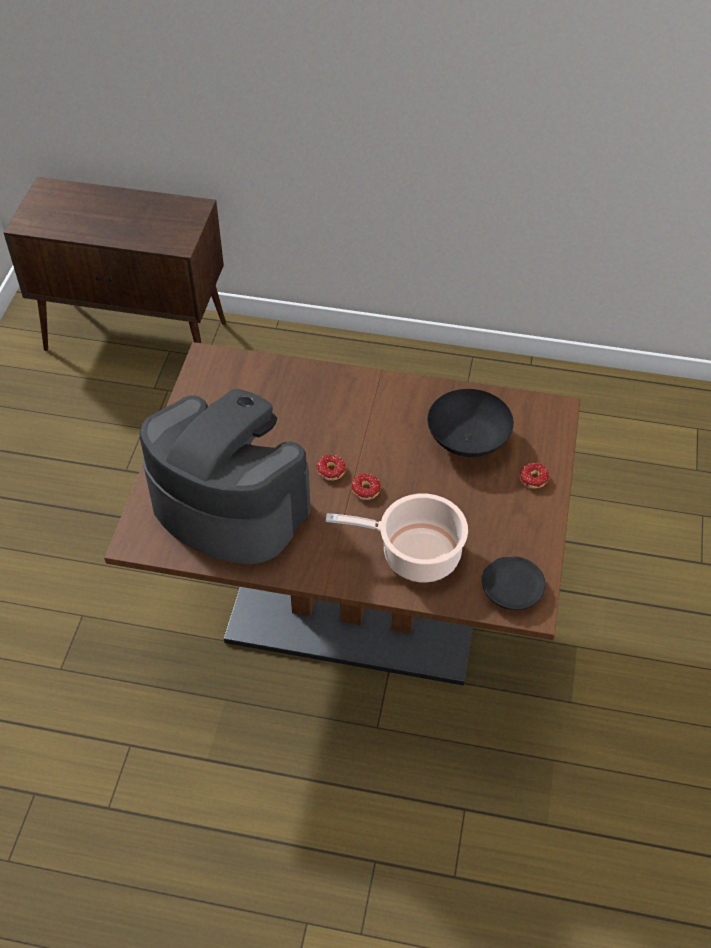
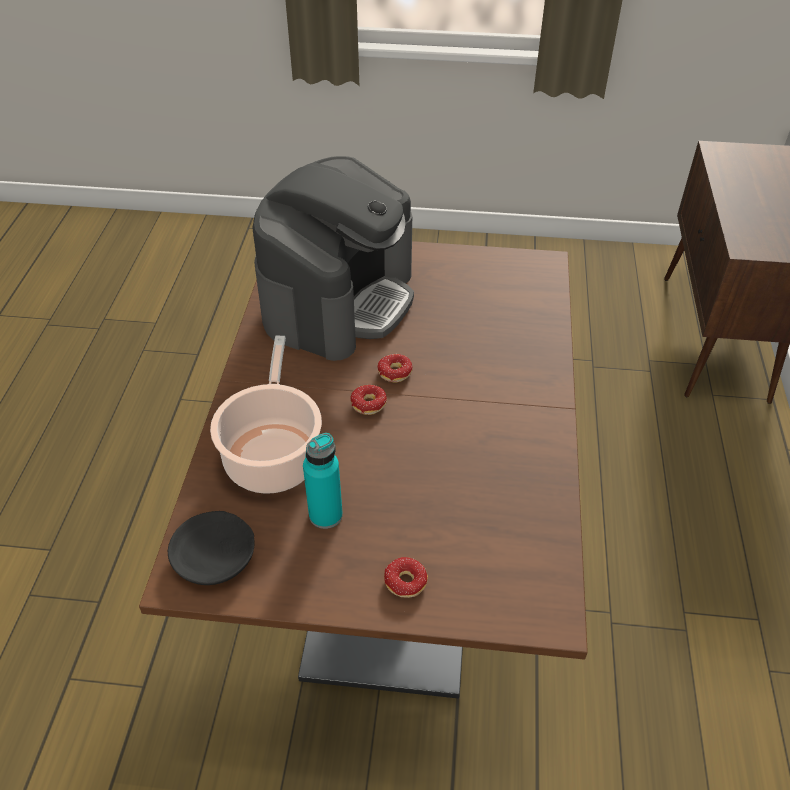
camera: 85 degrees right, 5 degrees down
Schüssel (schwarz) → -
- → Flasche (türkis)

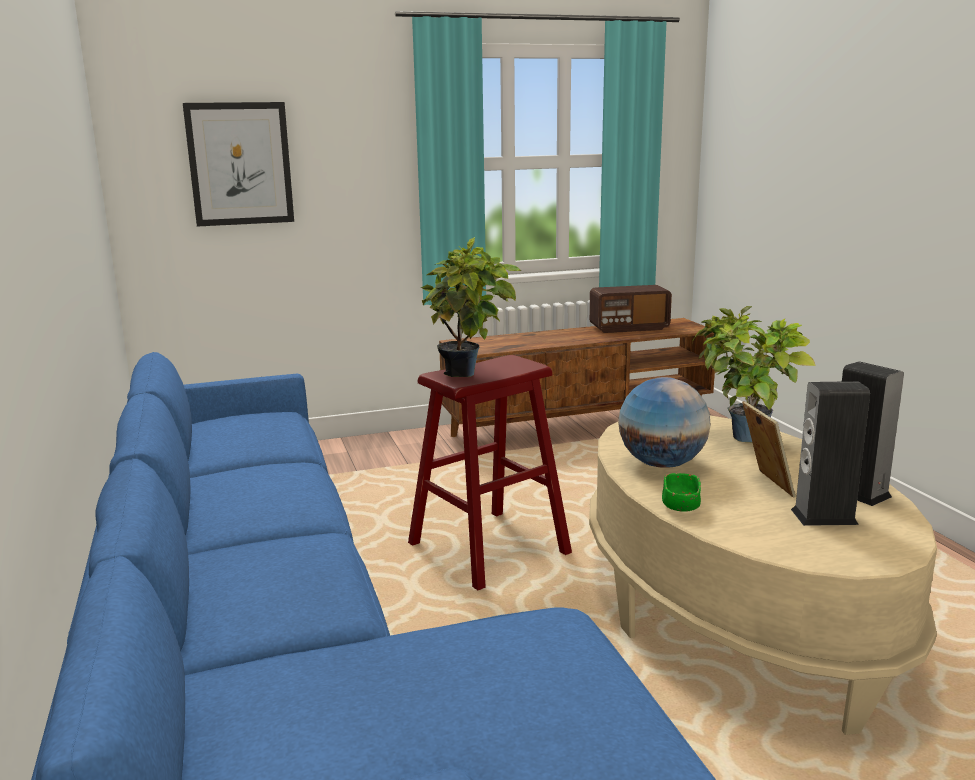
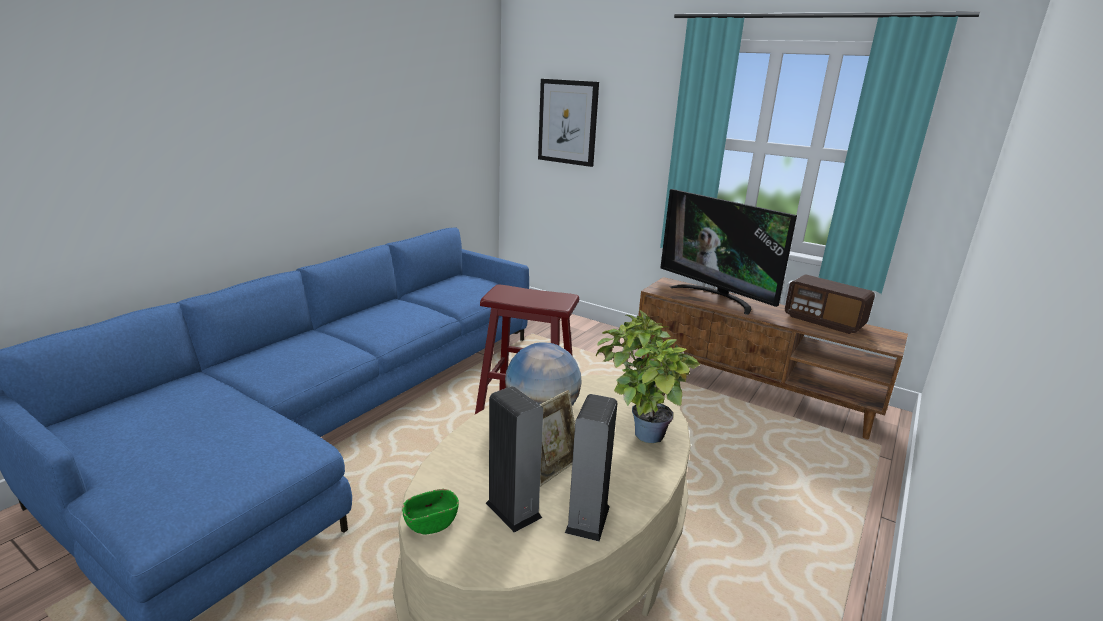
camera: 50 degrees right, 5 degrees up
Topfpflanze (1st from left) → -
Schüssel (grün), move
- → Fernseher

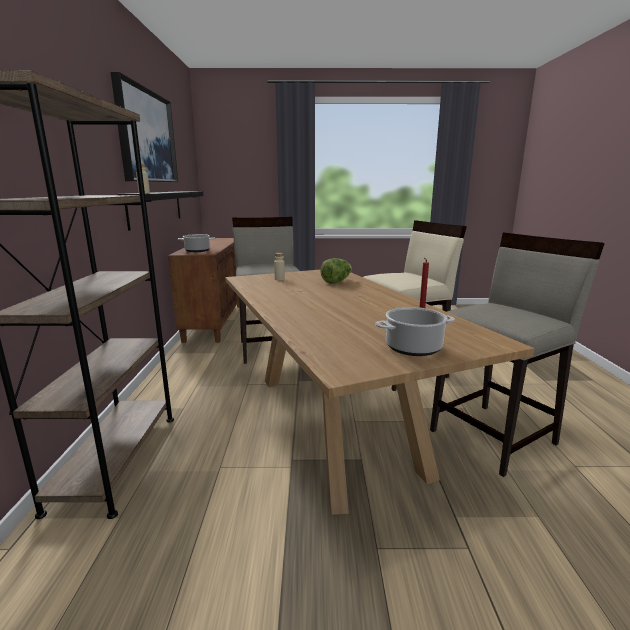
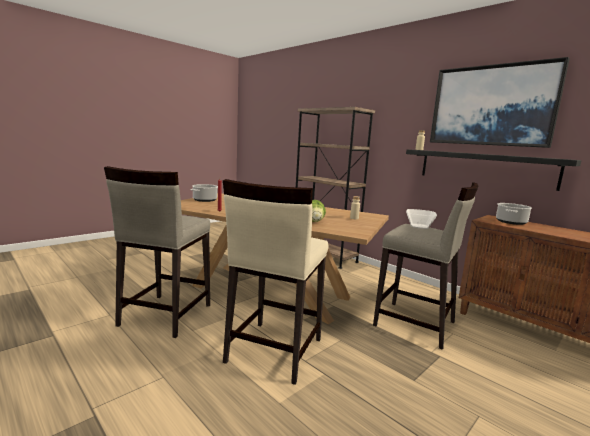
camera: 135 degrees right, 5 degrees down
- → Schüssel

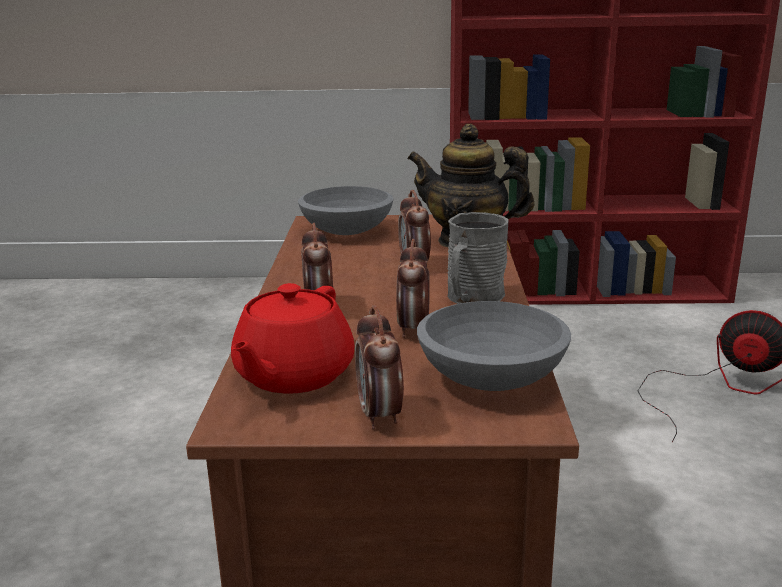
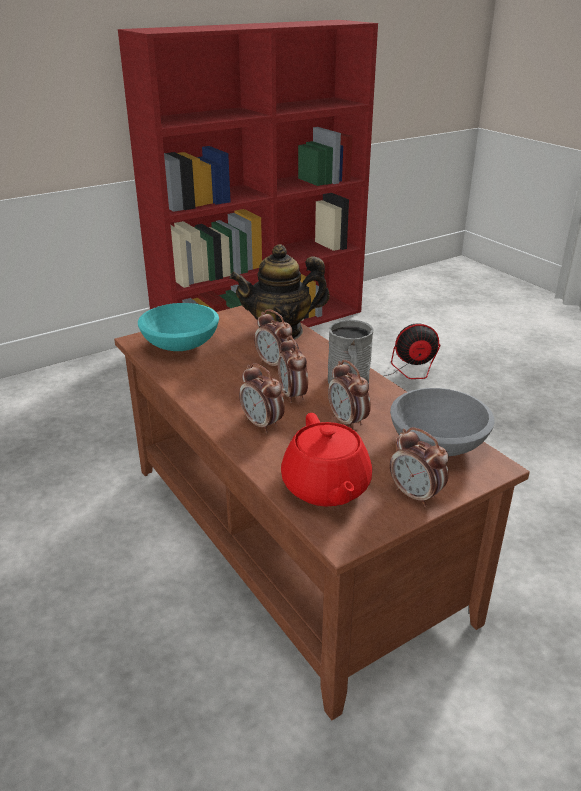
camera: 35 degrees left, 10 degrees up
Schüssel (grau) (1st from left) → Schüssel (türkis)
- → Wecker (3rd from left)

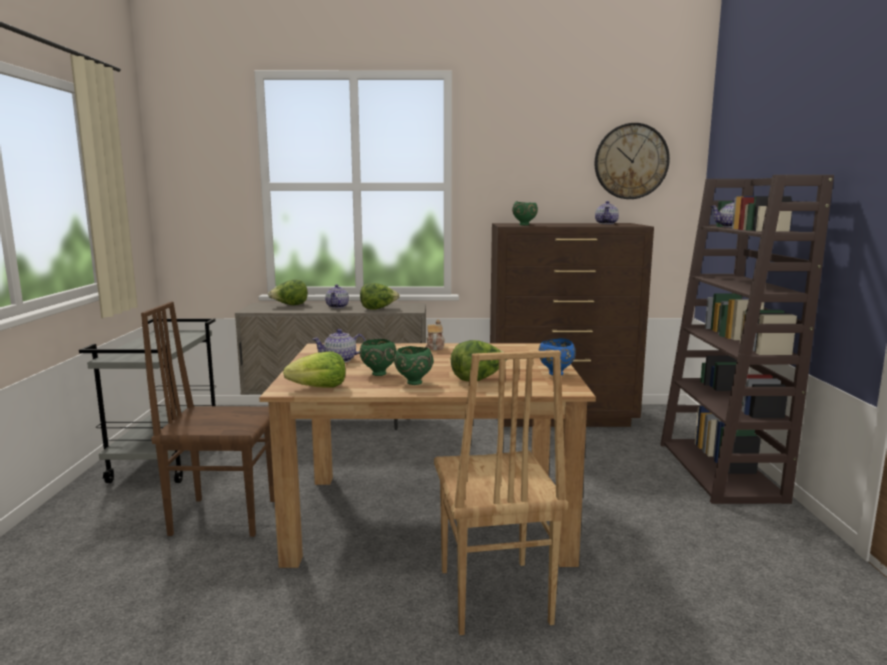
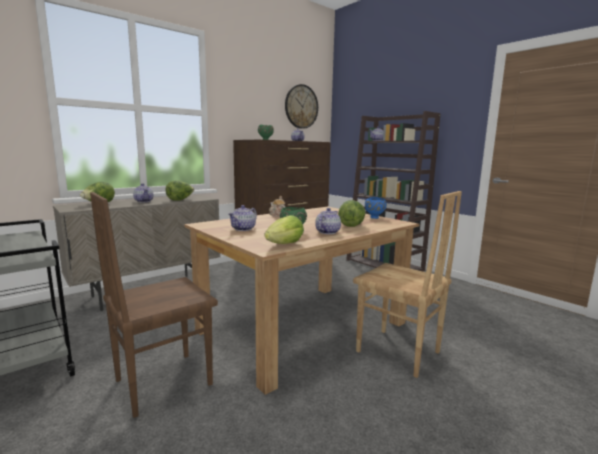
camera: 40 degrees left, 0 degrees up
Schüssel (grün) (2nd from left) → Teekanne (5th from left)

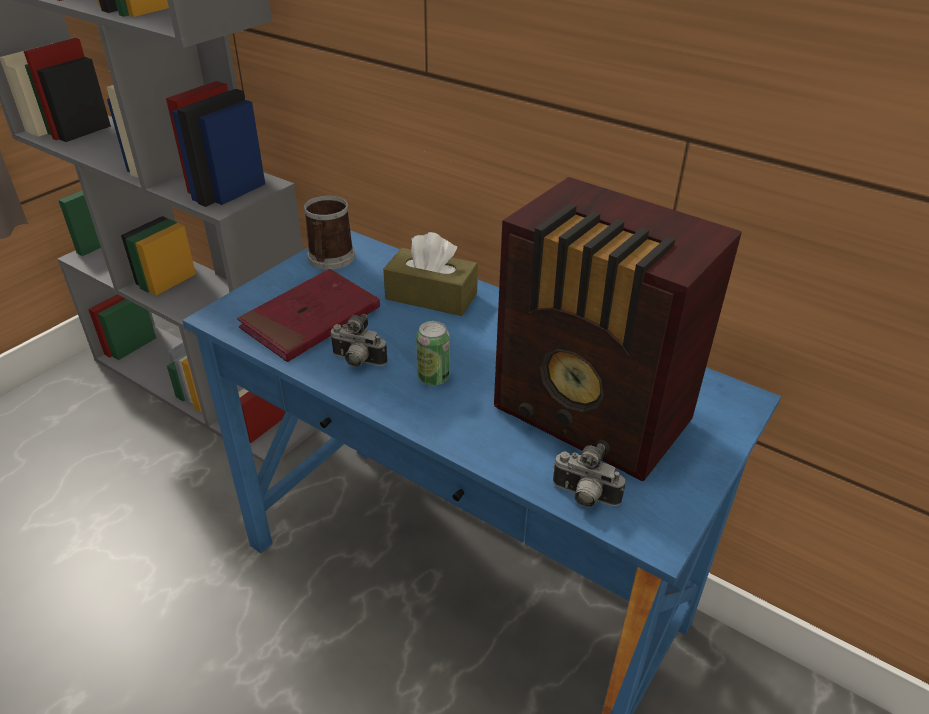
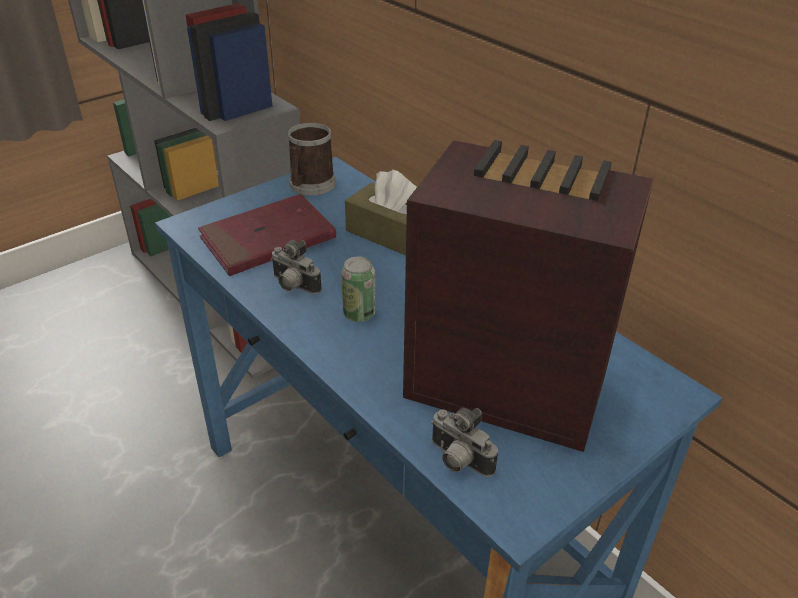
camera: 15 degrees right, 0 degrees up
Radio, 150 degrees clockwise

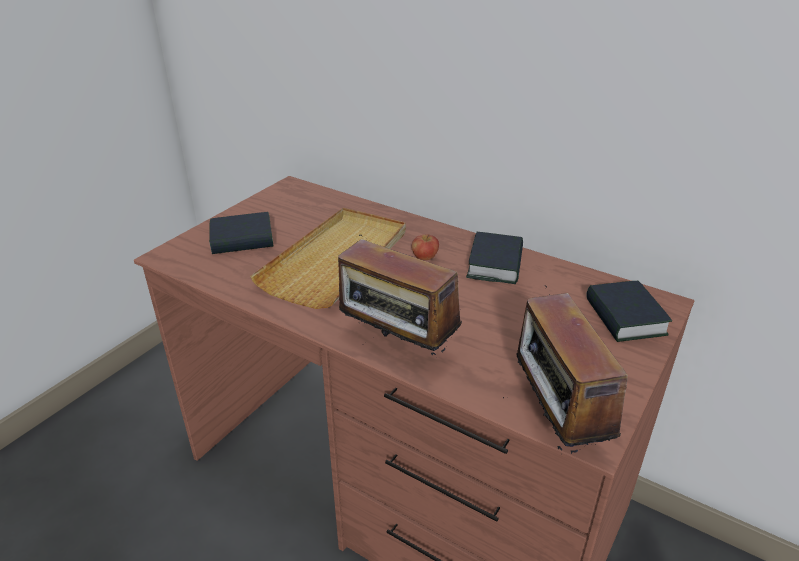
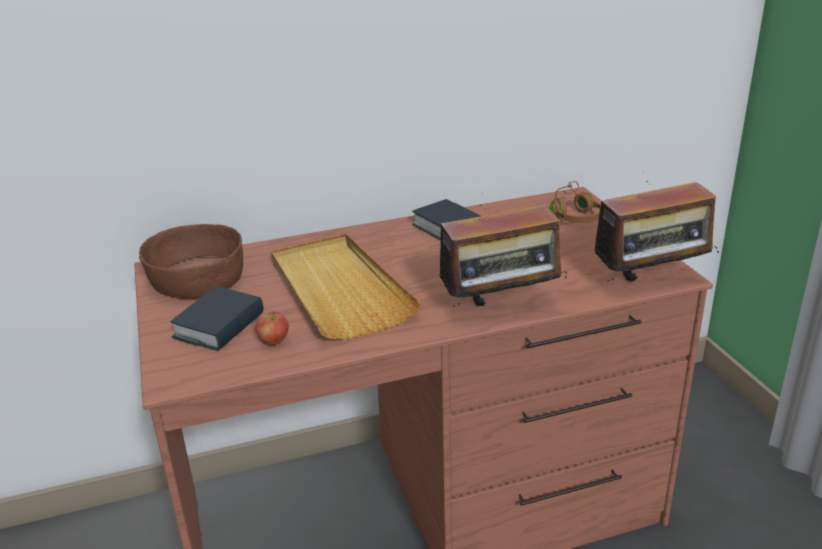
camera: 50 degrees left, 5 degrees down
Apfel, move
Radio (2nd from left), 45 degrees counterclockwise
Buch (3rd from left) → Kopfhörer (braun)
- → Schüssel (braun)

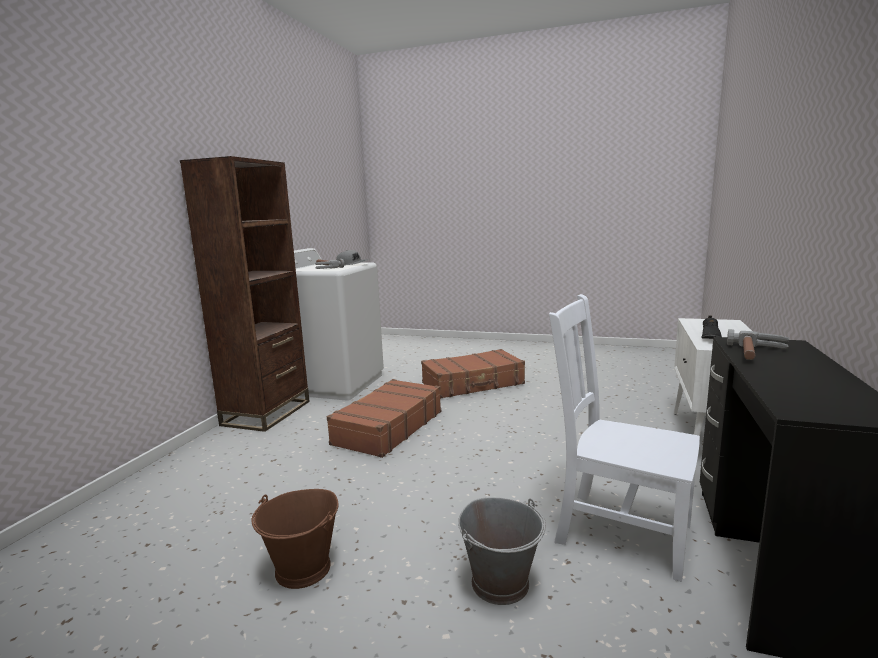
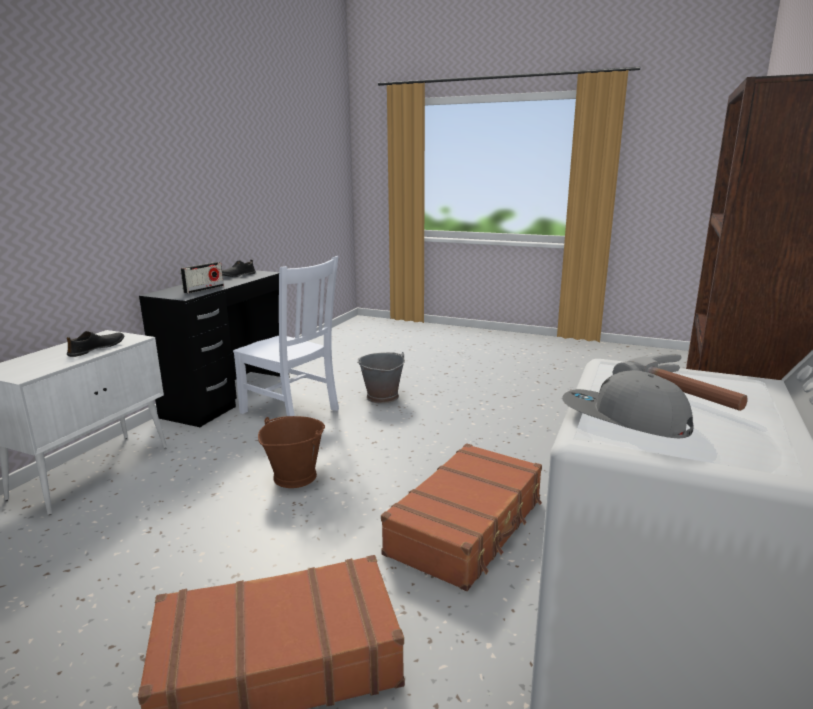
camera: 175 degrees left, 5 degrees up
Eimer (braun), move
Hammer (2nd from left) → Radio
- → Schuh (schwarz) (2nd from left)

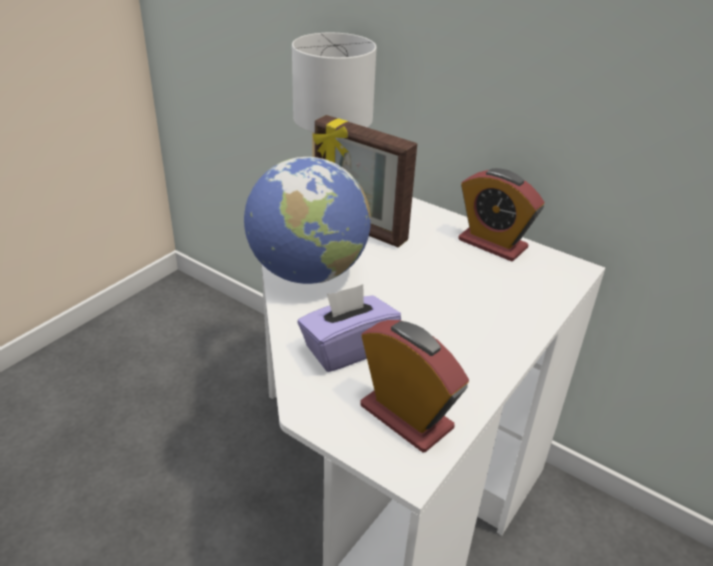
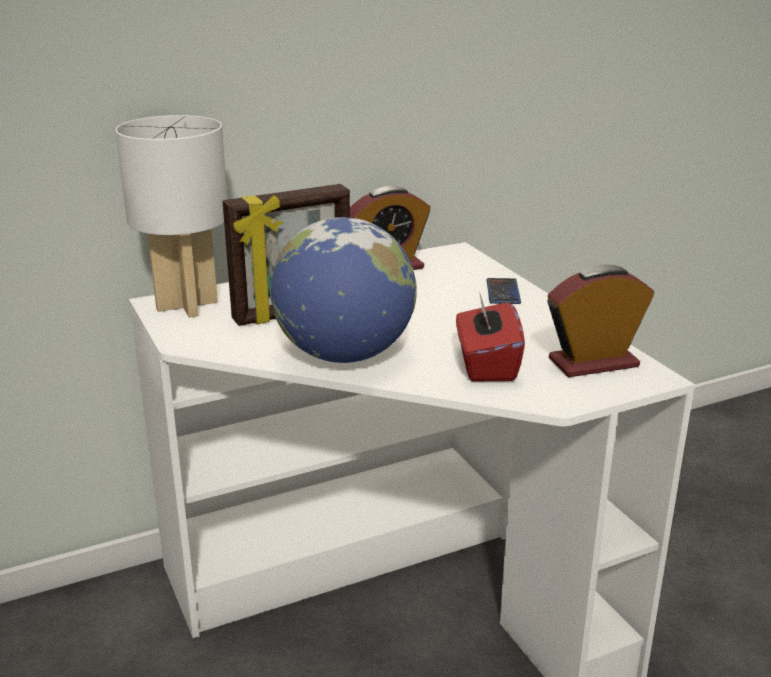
camera: 60 degrees left, 10 degrees down
Taschentuchbox (lila) → Taschentuchbox (rot)
- → Handy

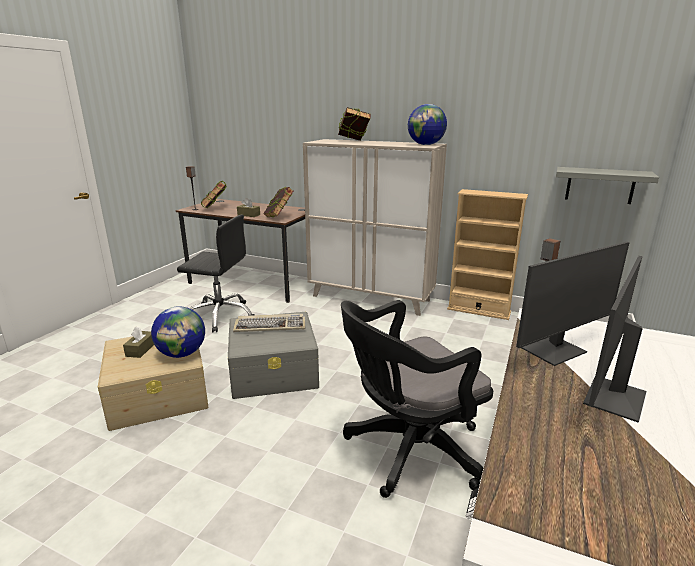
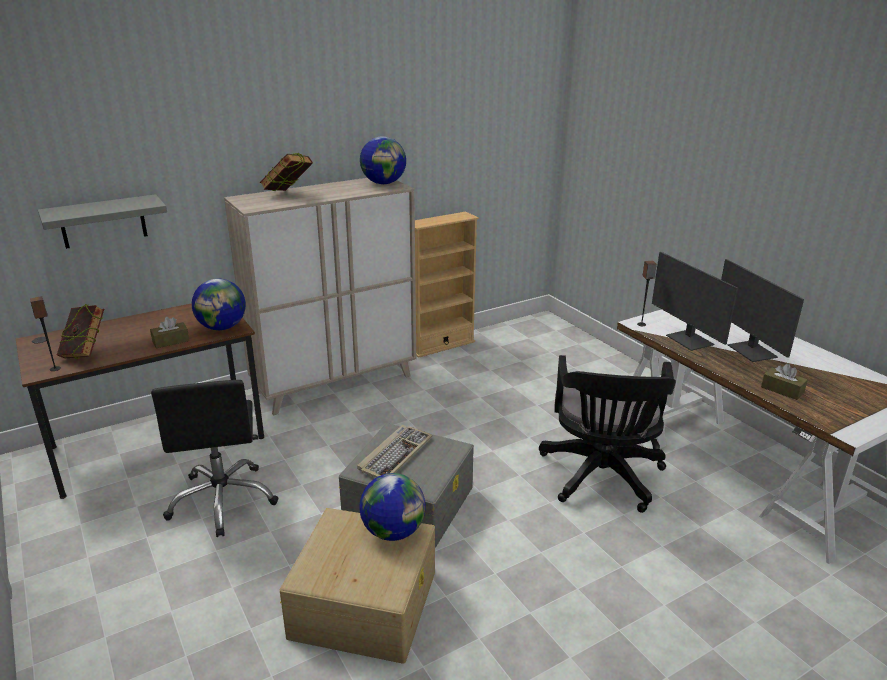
camera: 55 degrees left, 5 degrees up
Taschentuchbox (braun) (1st from left in the first image) → Taschentuchbox (braun) (2nd from left), move
Bürostuhl (schwarz) (1st from left), 120 degrees clockwise
Buch (2nd from left) → Globus (1st from left)
Monitor (1st from left), 150 degrees clockwise
Wandregal (grau), move

